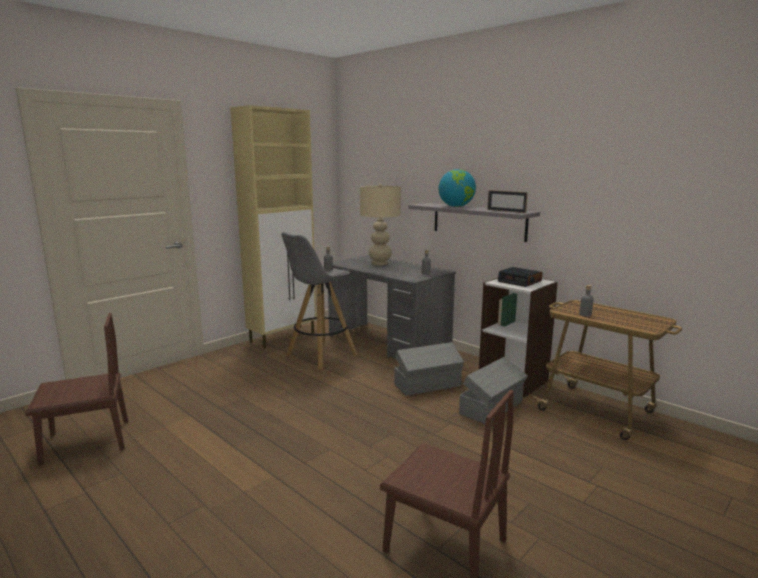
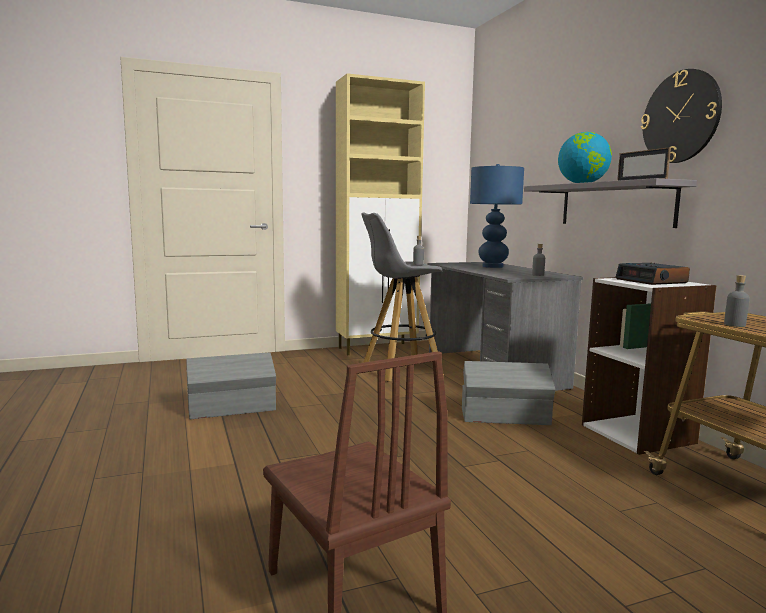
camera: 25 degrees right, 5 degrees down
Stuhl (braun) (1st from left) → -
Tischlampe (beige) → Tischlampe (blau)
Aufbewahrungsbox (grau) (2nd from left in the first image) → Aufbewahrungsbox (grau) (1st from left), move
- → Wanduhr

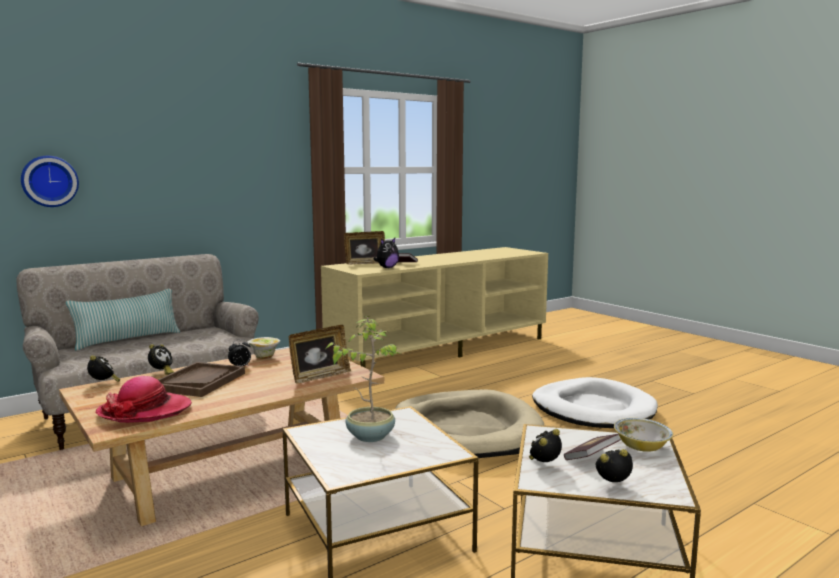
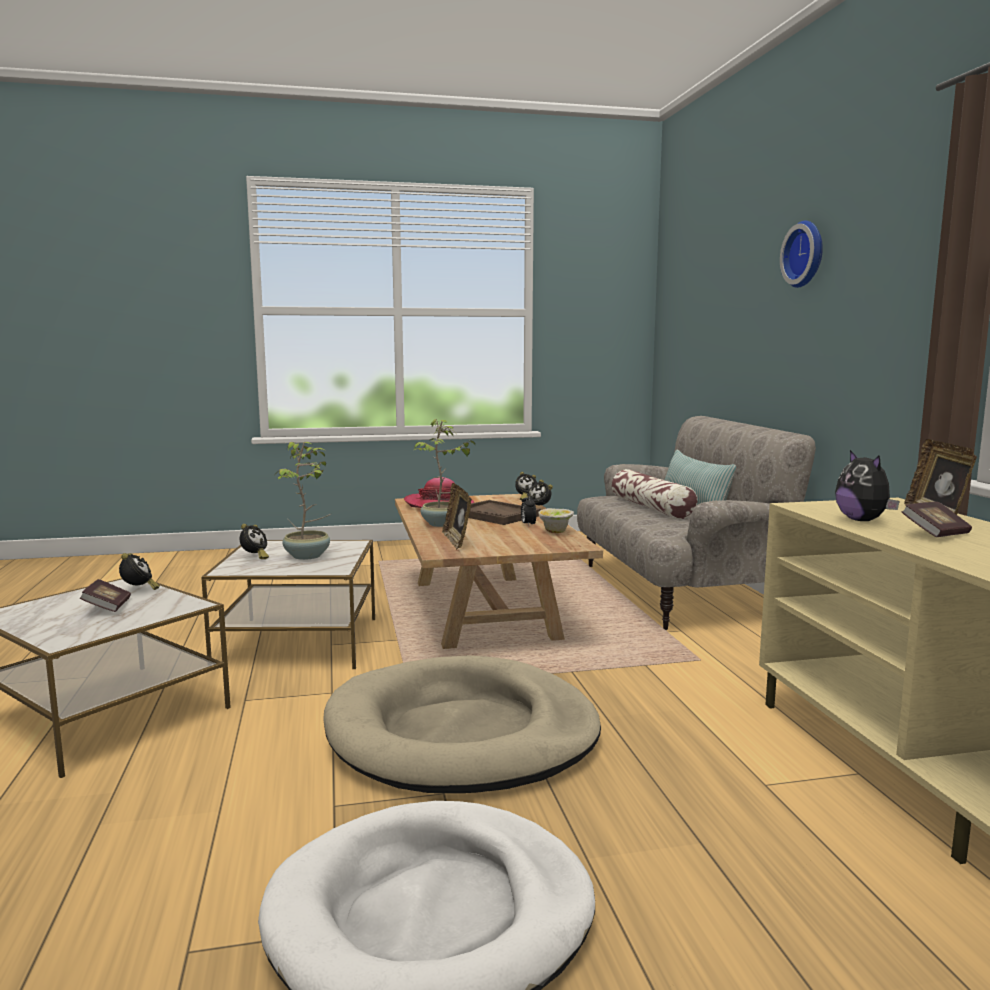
camera: 115 degrees right, 0 degrees up
Wanduhr, move
Wecker (5th from left in the first image) → Wecker (2nd from left), move
Schüssel (2nd from left) → -
- → Topfpflanze (2nd from left)
- → Kissen (1st from left)

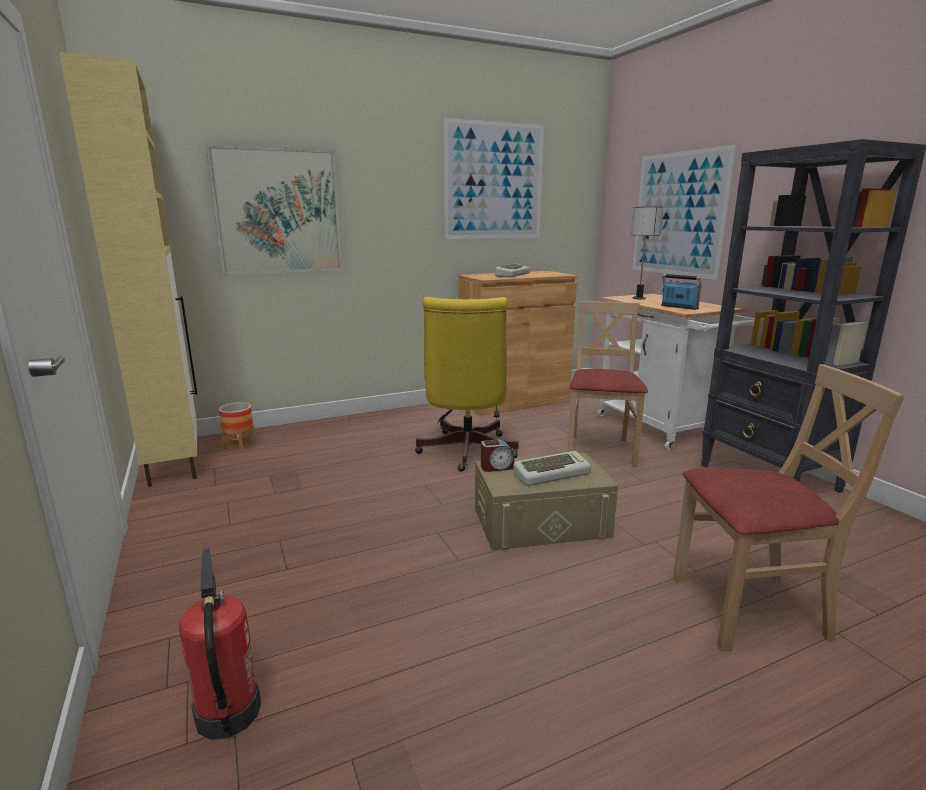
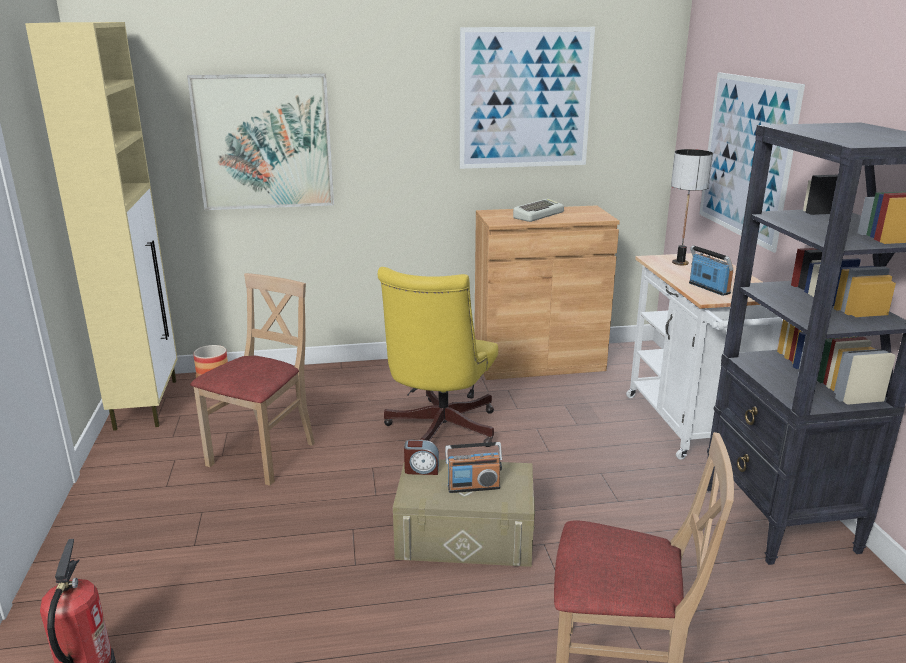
camera: 15 degrees right, 5 degrees up
Tastatur (2nd from left) → Radio (1st from left)
Stuhl (beige) (1st from left), move

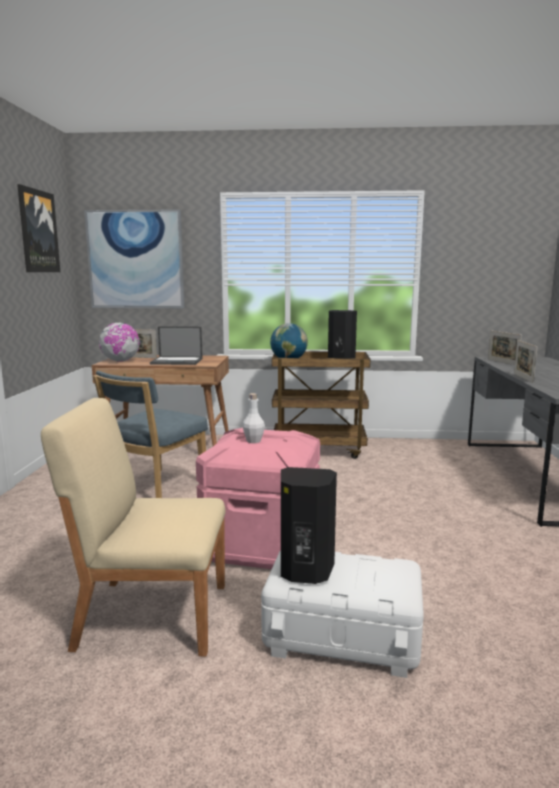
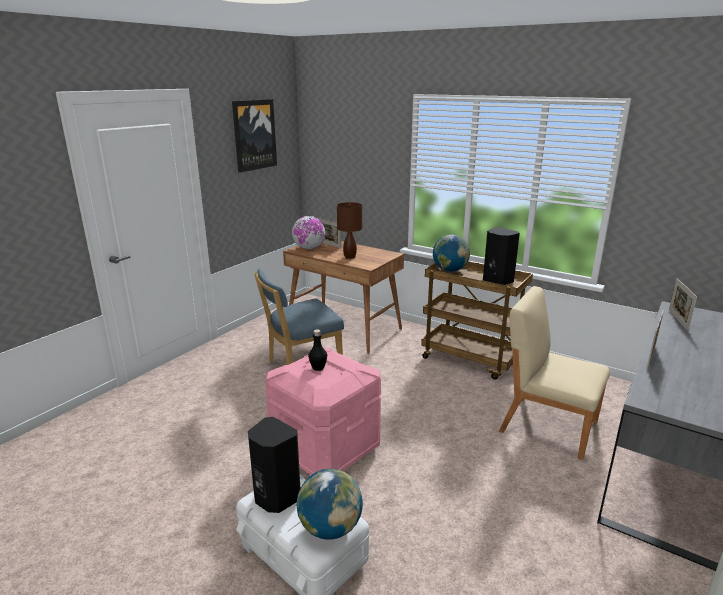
camera: 30 degrees right, 10 degrees up
Stuhl (beige), move
Bild (2nd from left) → -
Laptop → Tischlampe (braun)
Flasche (weiß) → Flasche (schwarz)
- → Globus (2nd from left)

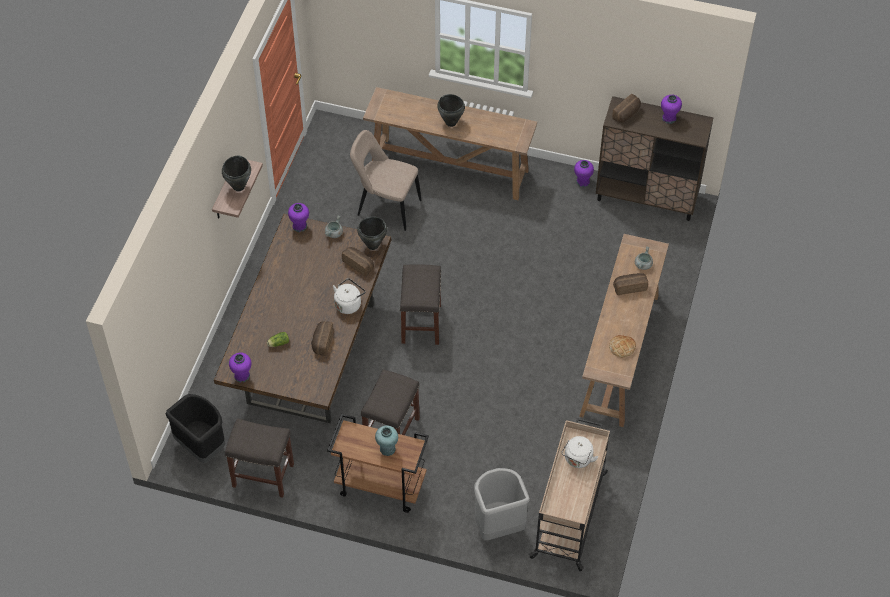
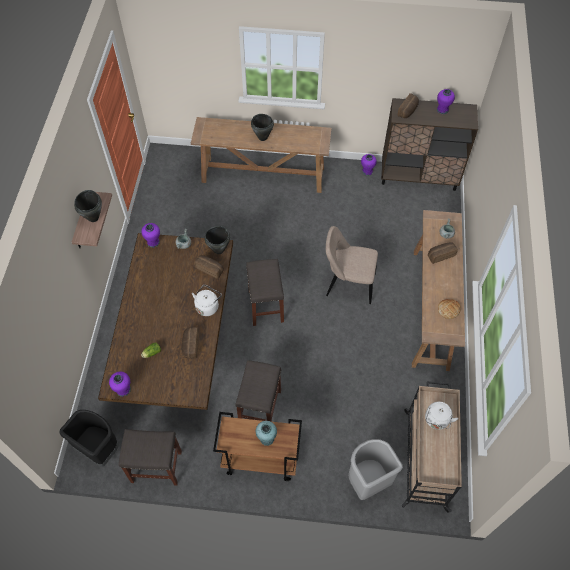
camera: 10 degrees left, 5 degrees up
Stuhl (beige), move

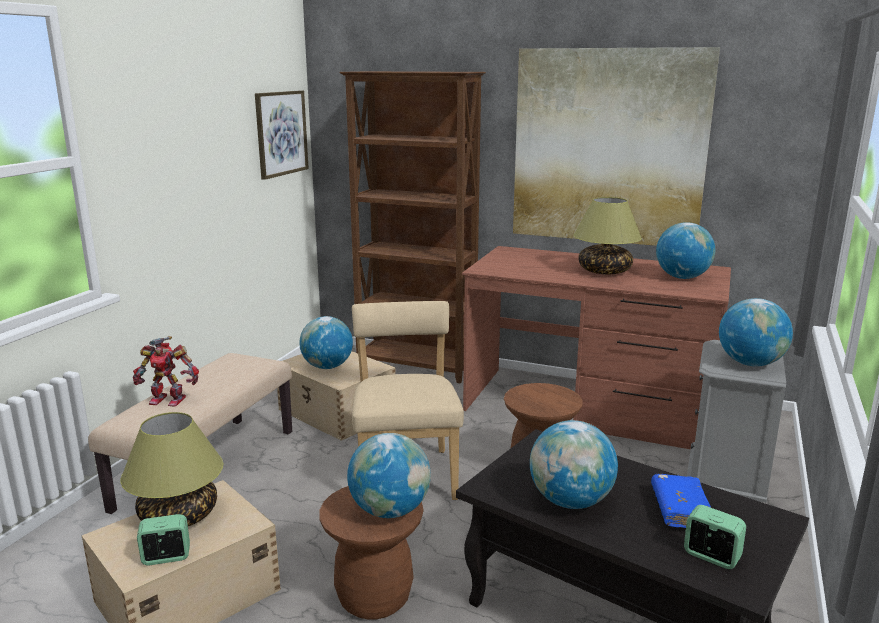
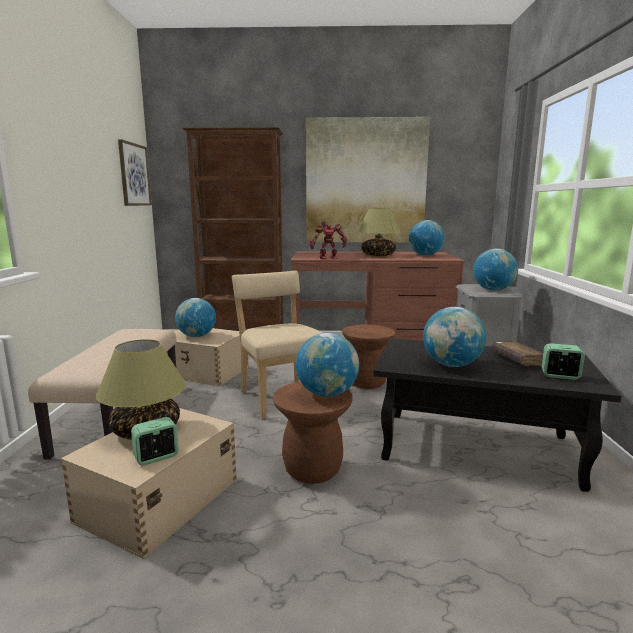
camera: 20 degrees left, 5 degrees down
Spielzeugroboter, move
Buch (blau) → Buch (braun)

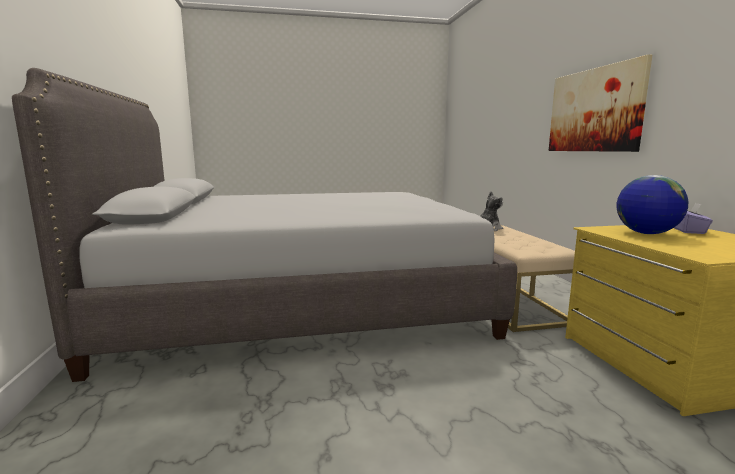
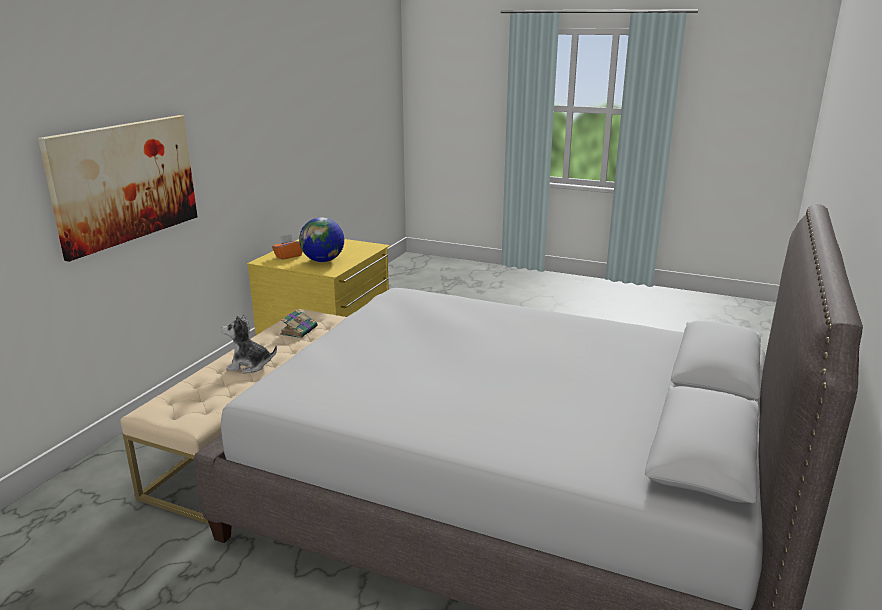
camera: 145 degrees left, 10 degrees up
Taschentuchbox (lila) → Taschentuchbox (orange)
- → Buch

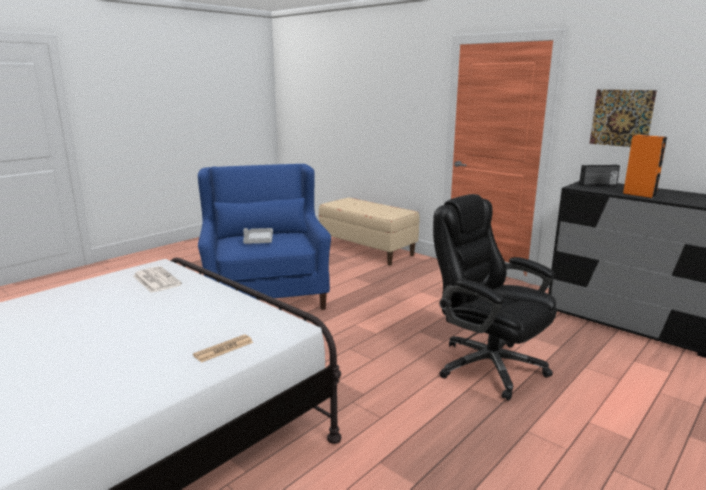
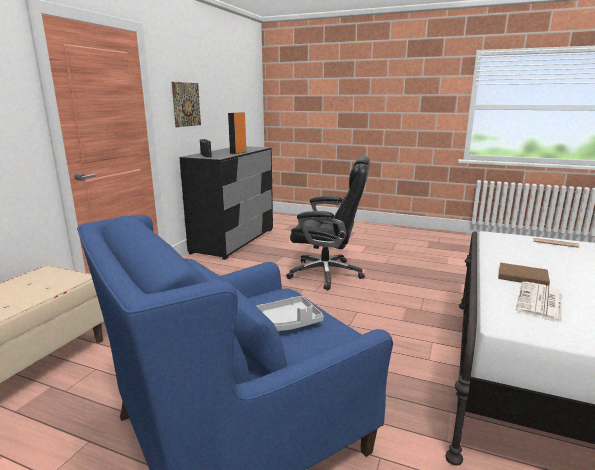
camera: 110 degrees left, 0 degrees up
Bürostuhl (schwarz), 105 degrees counterclockwise
- → Buch (braun)

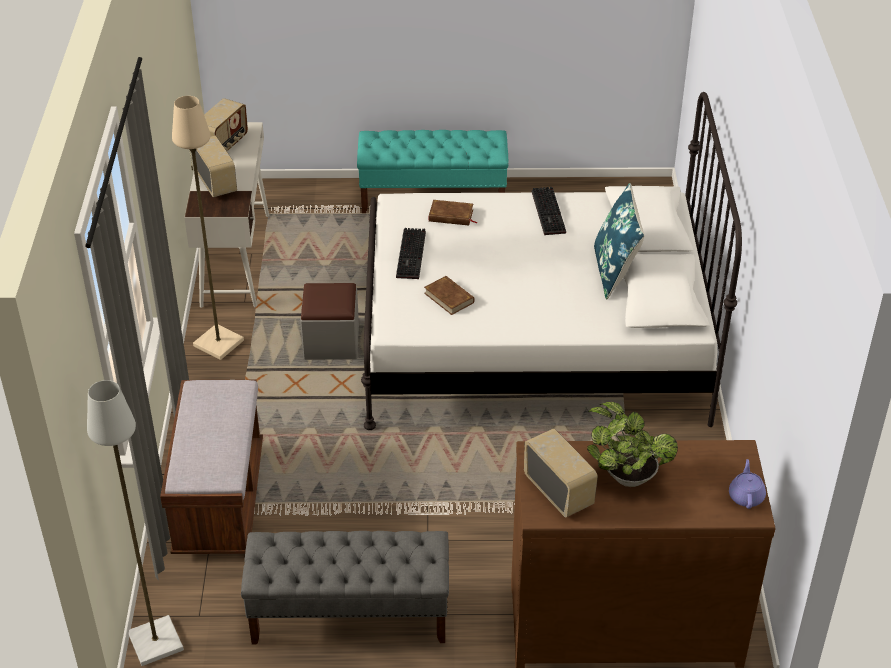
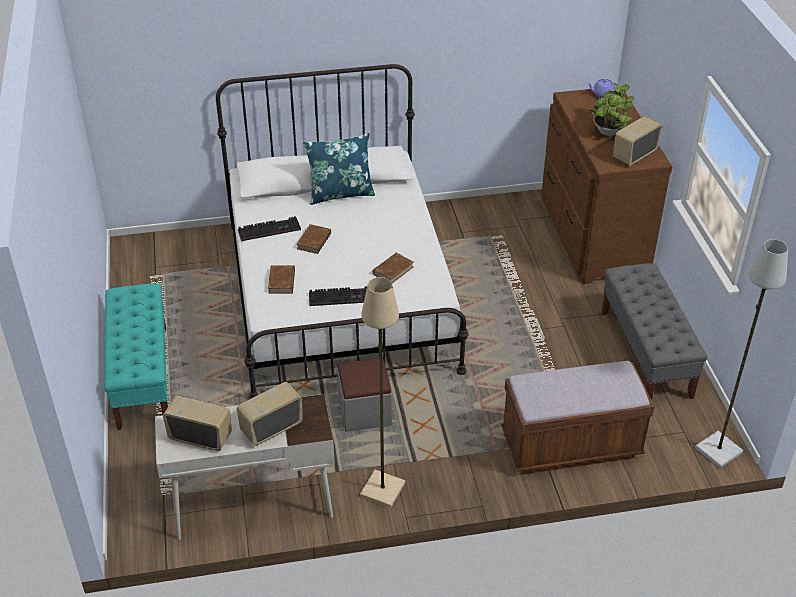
camera: 100 degrees left, 0 degrees up
- → Buch (braun) (2nd from left)

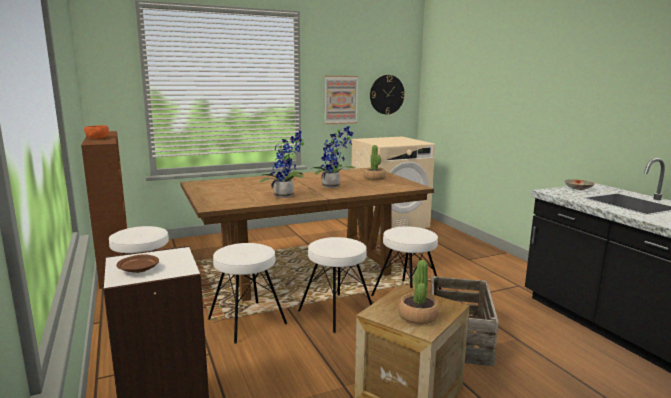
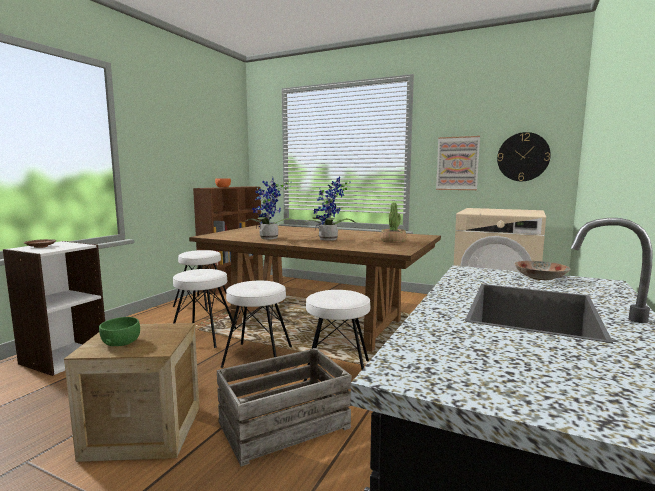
camera: 50 degrees right, 5 degrees down
Topfpflanze (4th from left) → Schüssel (grün)

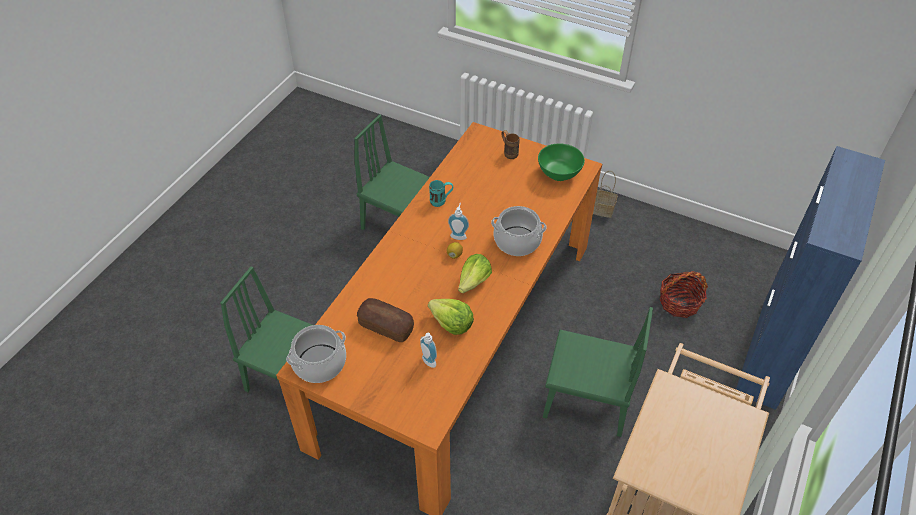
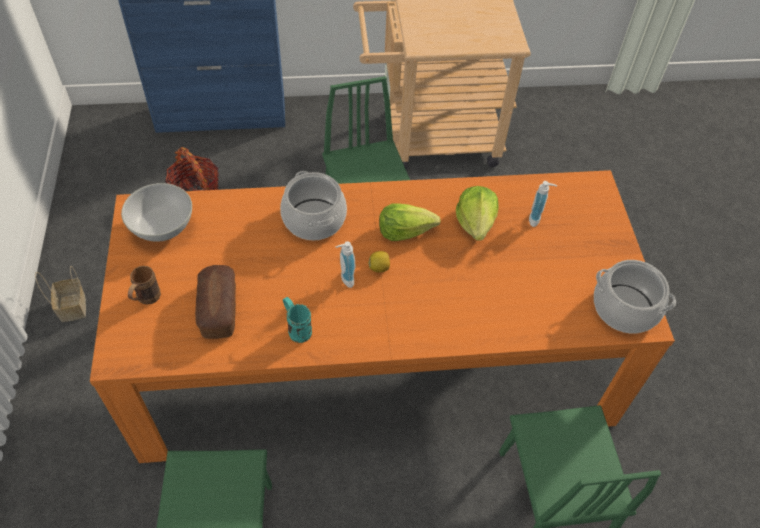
camera: 125 degrees left, 5 degrees up
Brot, move
Schüssel (grün) → Schüssel (weiß)

